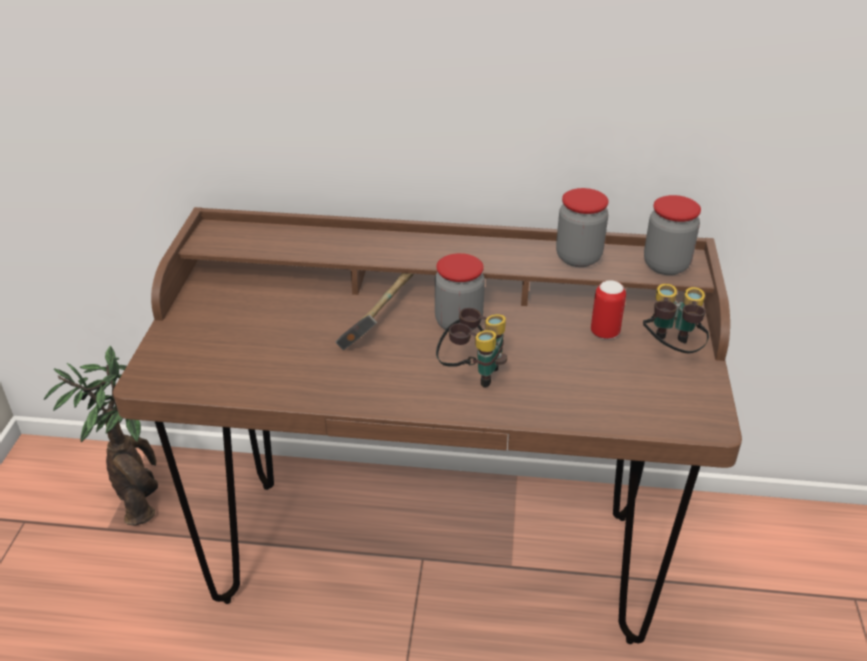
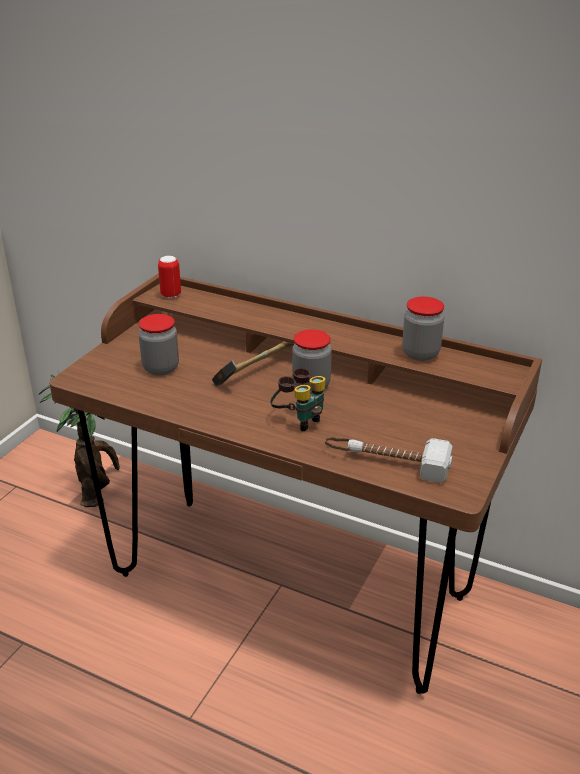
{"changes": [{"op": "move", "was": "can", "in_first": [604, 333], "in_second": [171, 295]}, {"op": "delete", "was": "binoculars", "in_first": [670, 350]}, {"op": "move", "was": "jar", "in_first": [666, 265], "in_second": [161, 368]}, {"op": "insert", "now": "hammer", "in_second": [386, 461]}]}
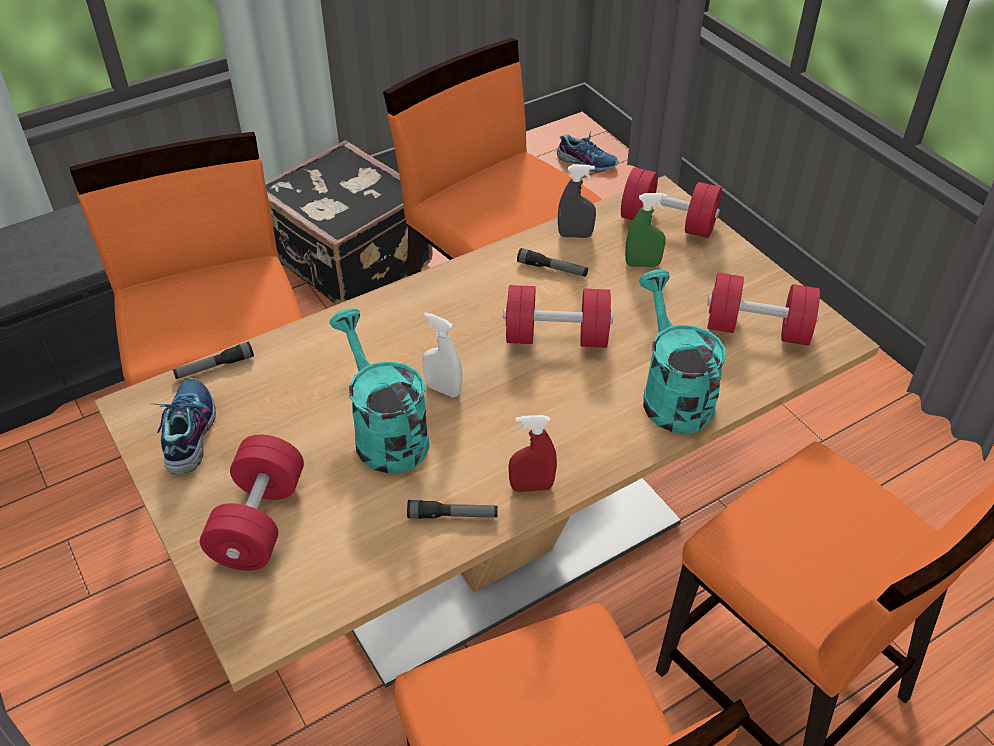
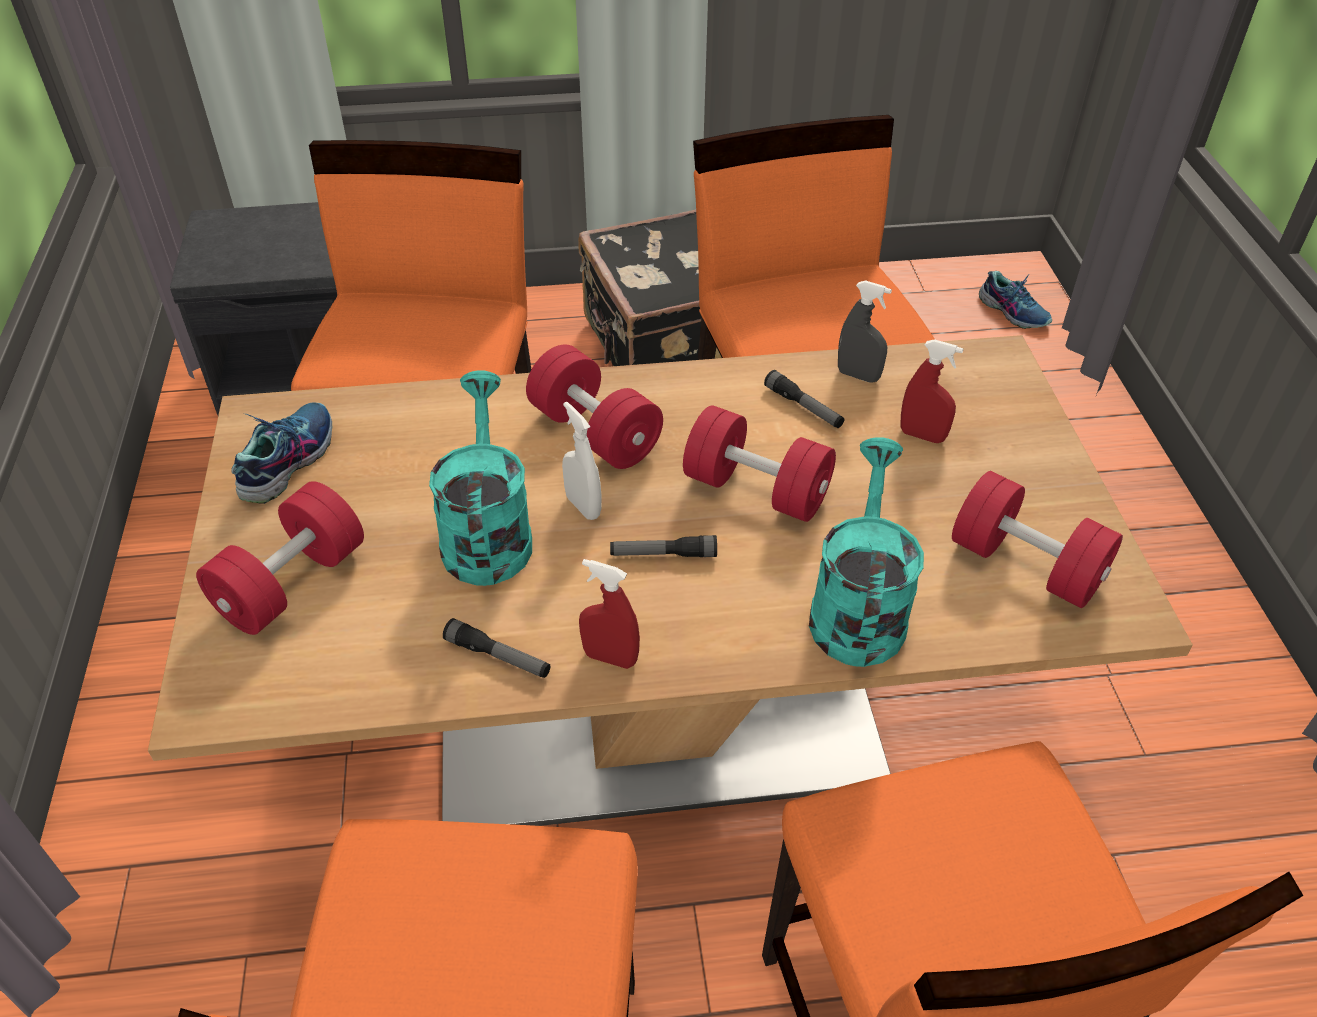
{"changes": [{"op": "move", "was": "flashlight", "in_first": [214, 367], "in_second": [663, 554]}, {"op": "move", "was": "red_dumbbell", "in_first": [668, 223], "in_second": [595, 432]}, {"op": "recolor", "was": "green_spray_bottle", "now": "red_spray_bottle", "in_first": [642, 264], "in_second": [922, 435]}]}
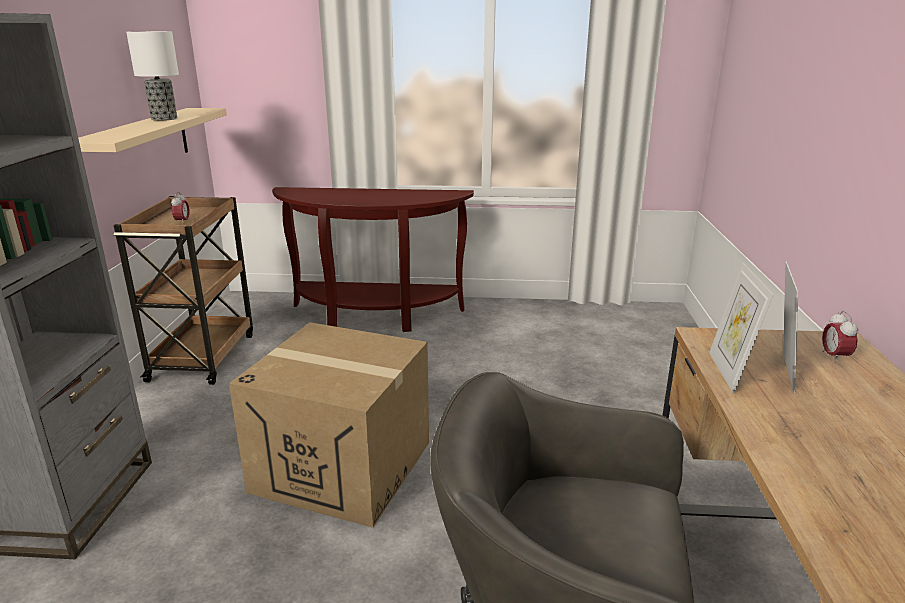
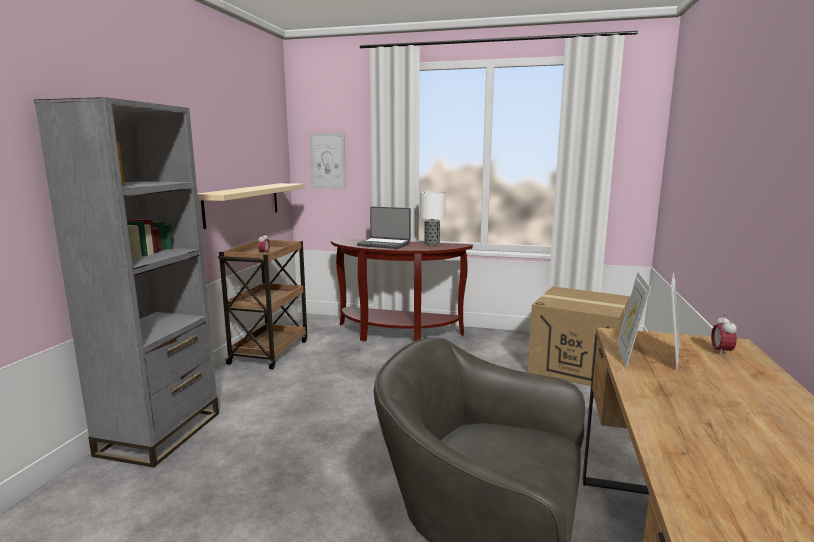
{"changes": [{"op": "move", "was": "table_lamp", "in_first": [164, 119], "in_second": [432, 243]}, {"op": "move", "was": "cardboard_box", "in_first": [343, 466], "in_second": [577, 366]}, {"op": "insert", "now": "picture", "in_second": [327, 161]}, {"op": "insert", "now": "laptop", "in_second": [384, 244]}]}
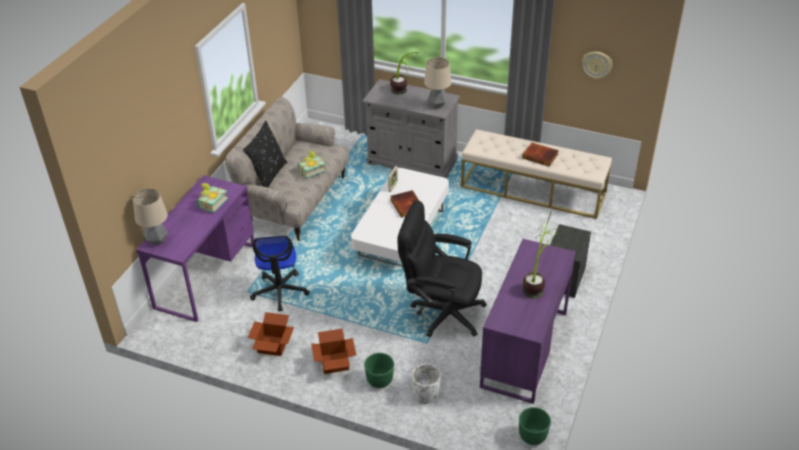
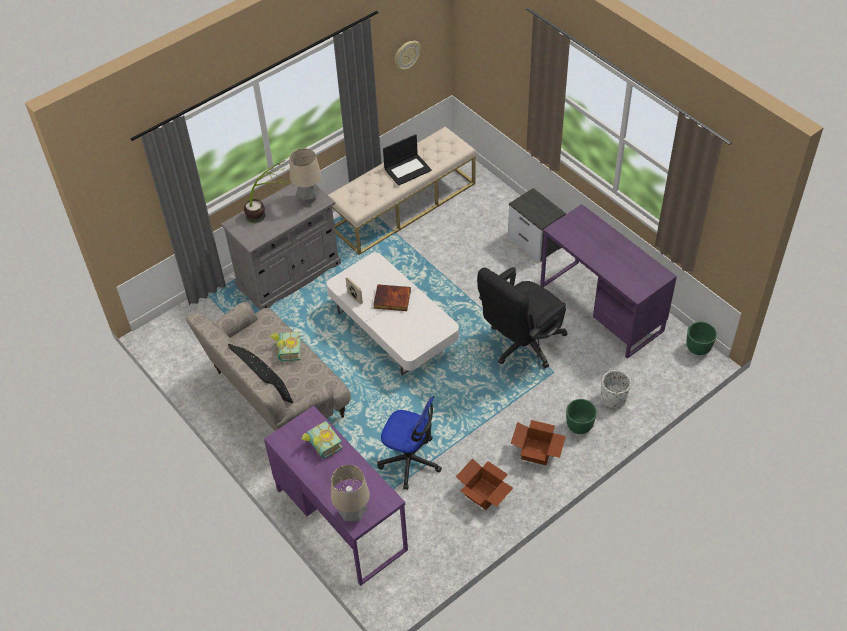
{"changes": [{"op": "replace", "was": "book", "now": "laptop", "in_first": [540, 155], "in_second": [408, 169]}, {"op": "delete", "was": "potted_plant", "in_first": [537, 282]}]}
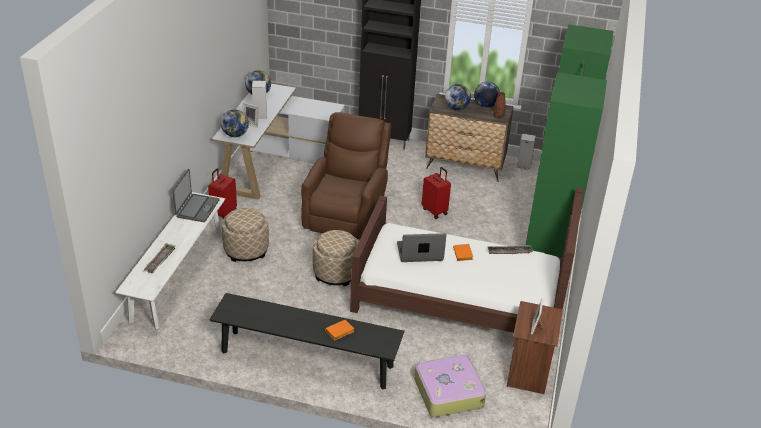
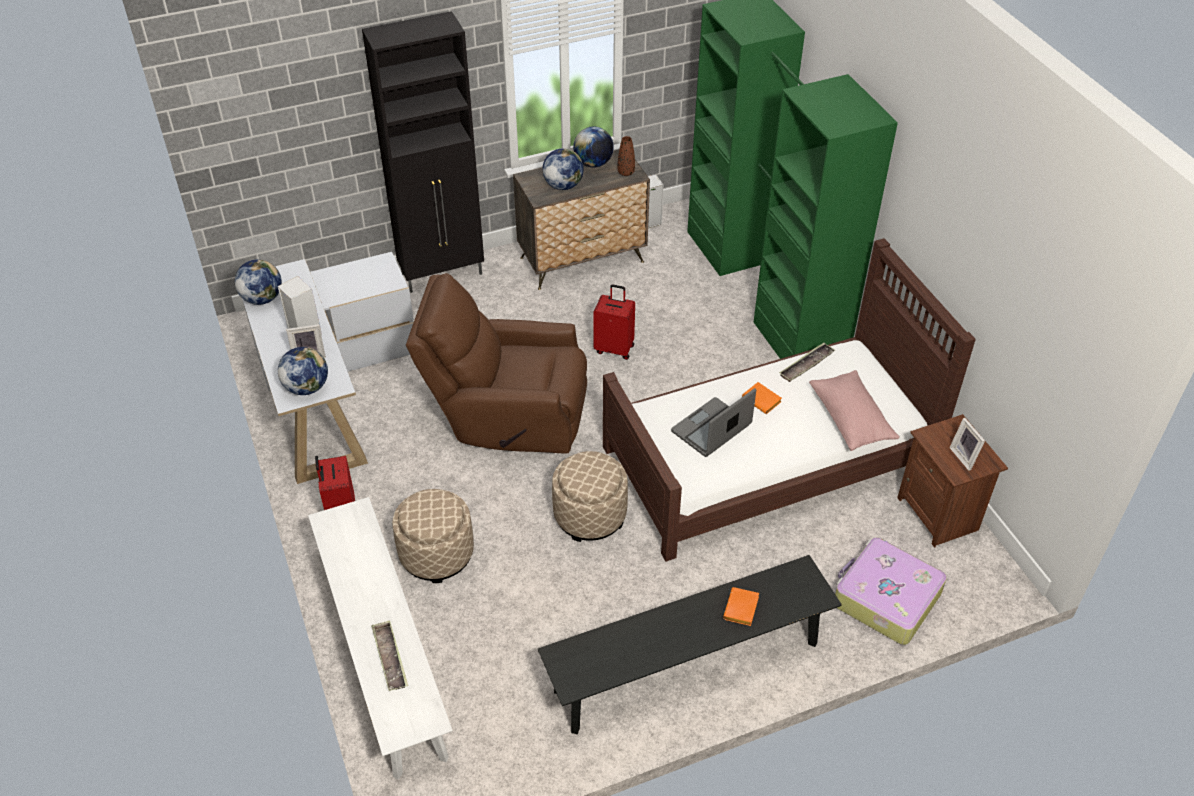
{"changes": [{"op": "delete", "was": "laptop", "in_first": [197, 208]}, {"op": "rotate", "was": "brown_armchair", "in_first": [346, 212], "in_second": [507, 415], "clockwise": -60}, {"op": "insert", "now": "pink_pillow", "in_second": [851, 419]}]}
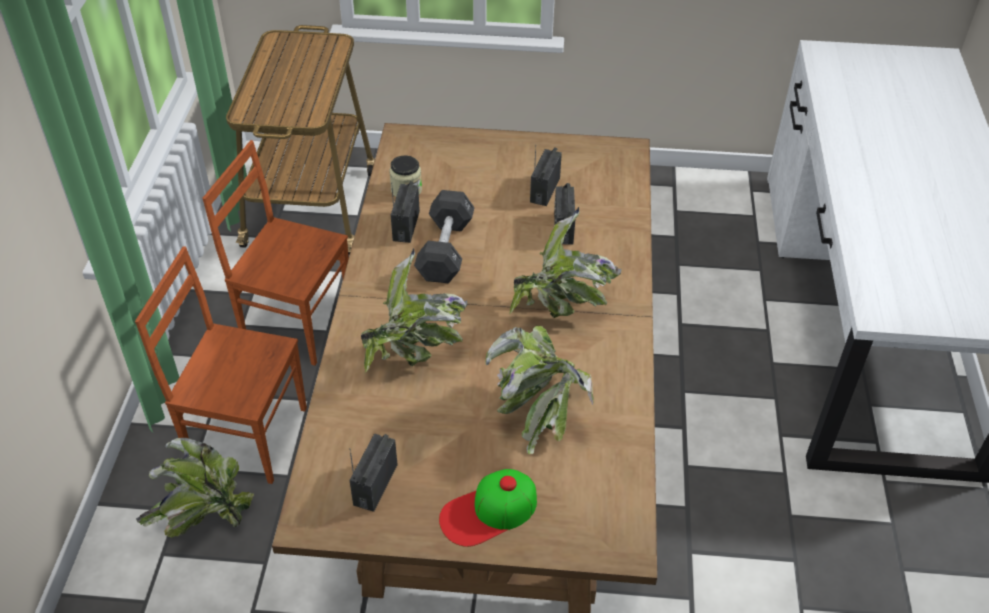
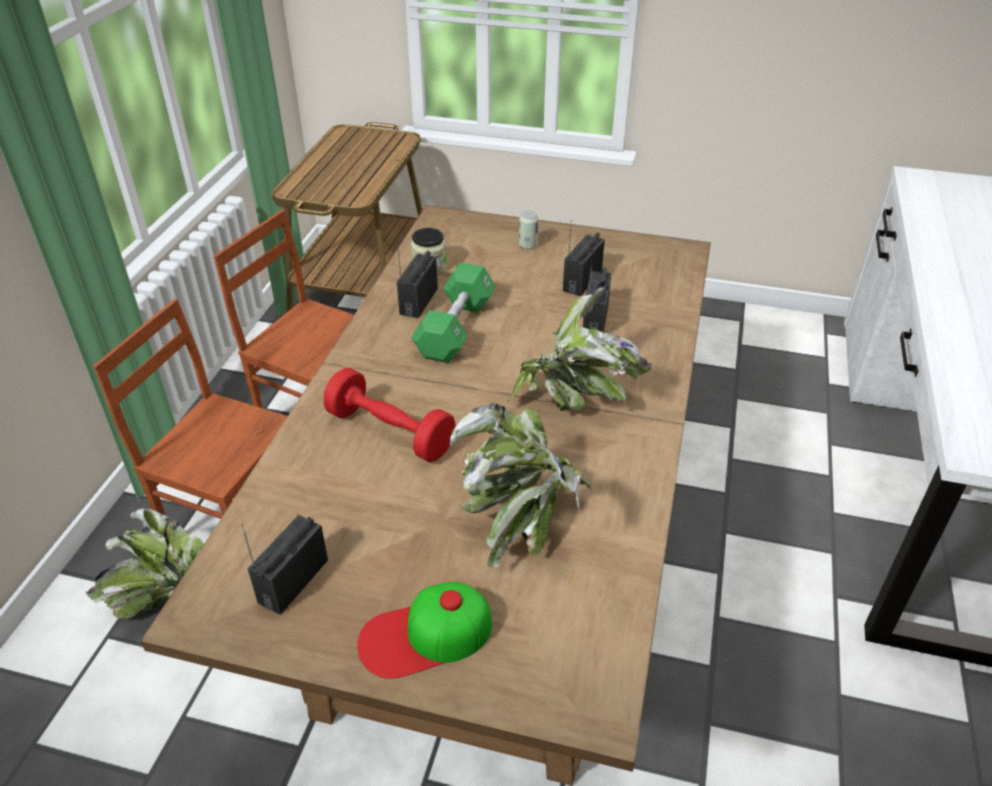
{"changes": [{"op": "replace", "was": "potted_plant", "now": "red_dumbbell", "in_first": [416, 352], "in_second": [390, 432]}, {"op": "recolor", "was": "black_dumbbell", "now": "green_dumbbell", "in_first": [445, 250], "in_second": [455, 329]}, {"op": "insert", "now": "can", "in_second": [528, 245]}]}
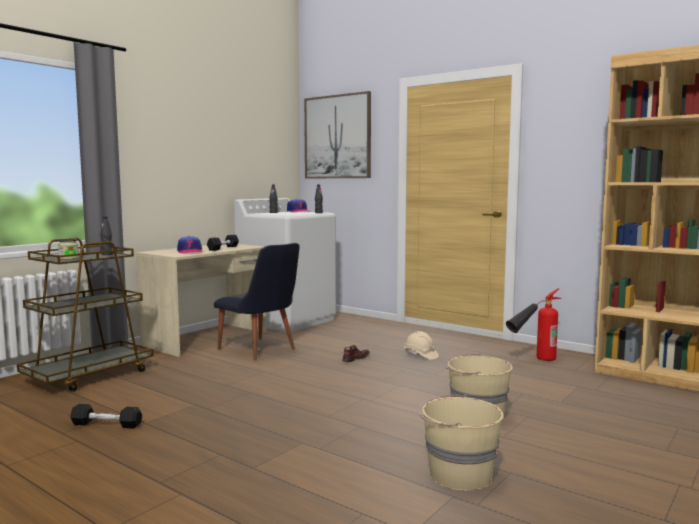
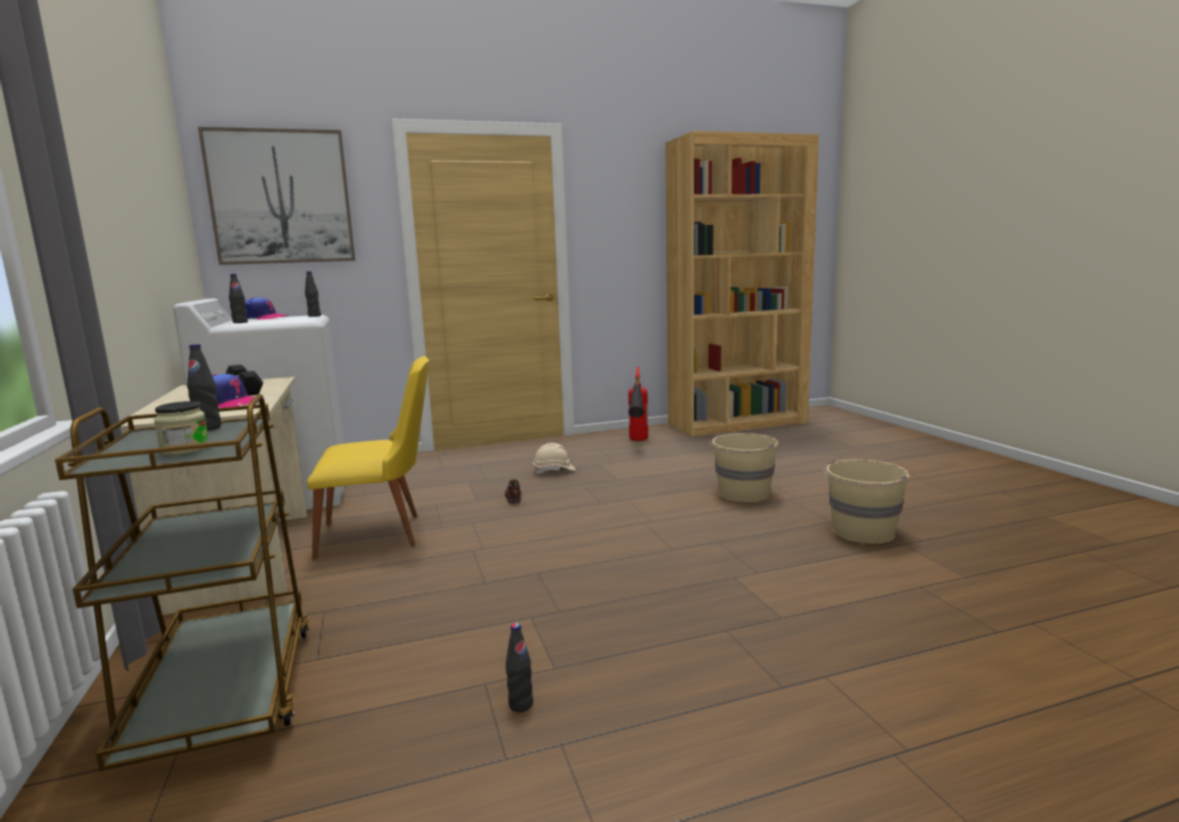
{"changes": [{"op": "replace", "was": "black_dumbbell", "now": "black_bottle", "in_first": [106, 424], "in_second": [521, 704]}, {"op": "recolor", "was": "black_chair", "now": "yellow_chair", "in_first": [261, 350], "in_second": [381, 535]}]}
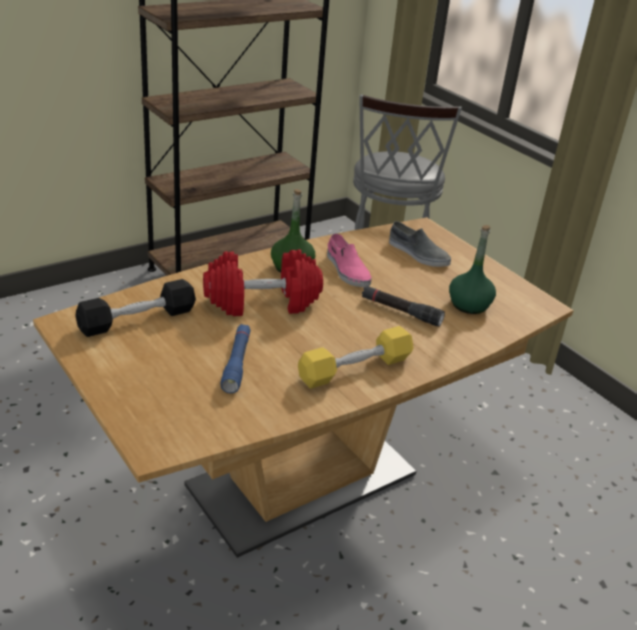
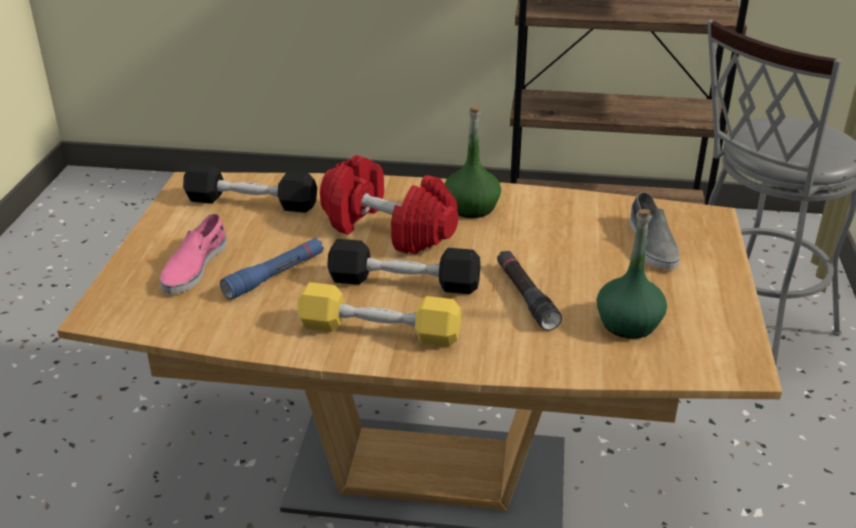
{"changes": [{"op": "move", "was": "pink_shoe", "in_first": [347, 270], "in_second": [194, 266]}, {"op": "insert", "now": "black_dumbbell", "in_second": [404, 282]}]}
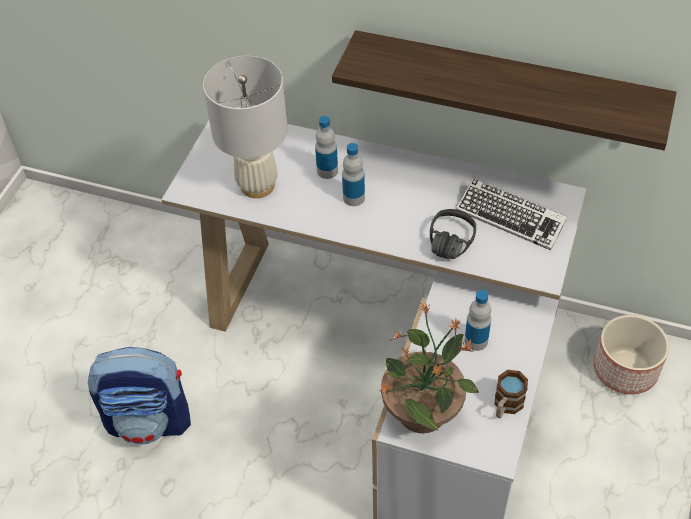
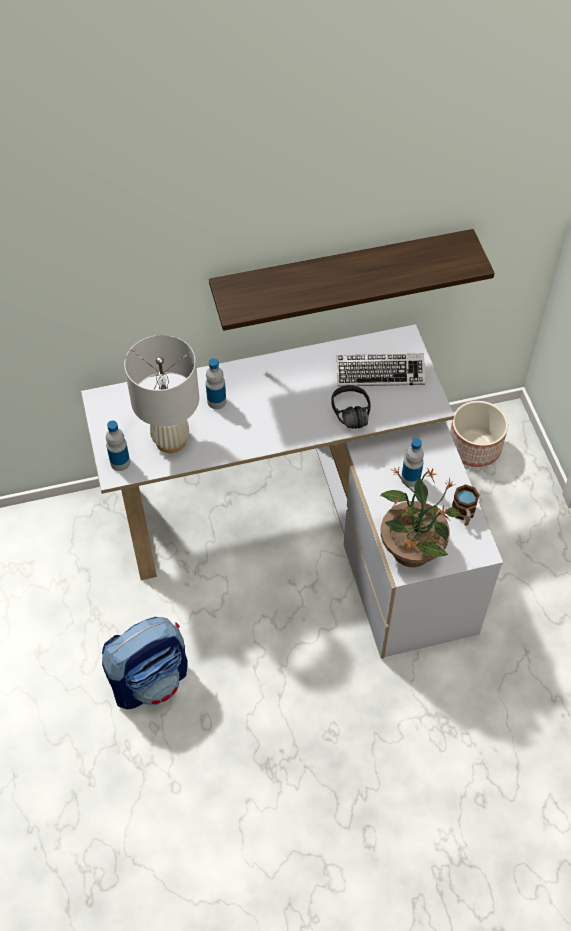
{"changes": [{"op": "move", "was": "bottle", "in_first": [354, 198], "in_second": [120, 462]}]}
